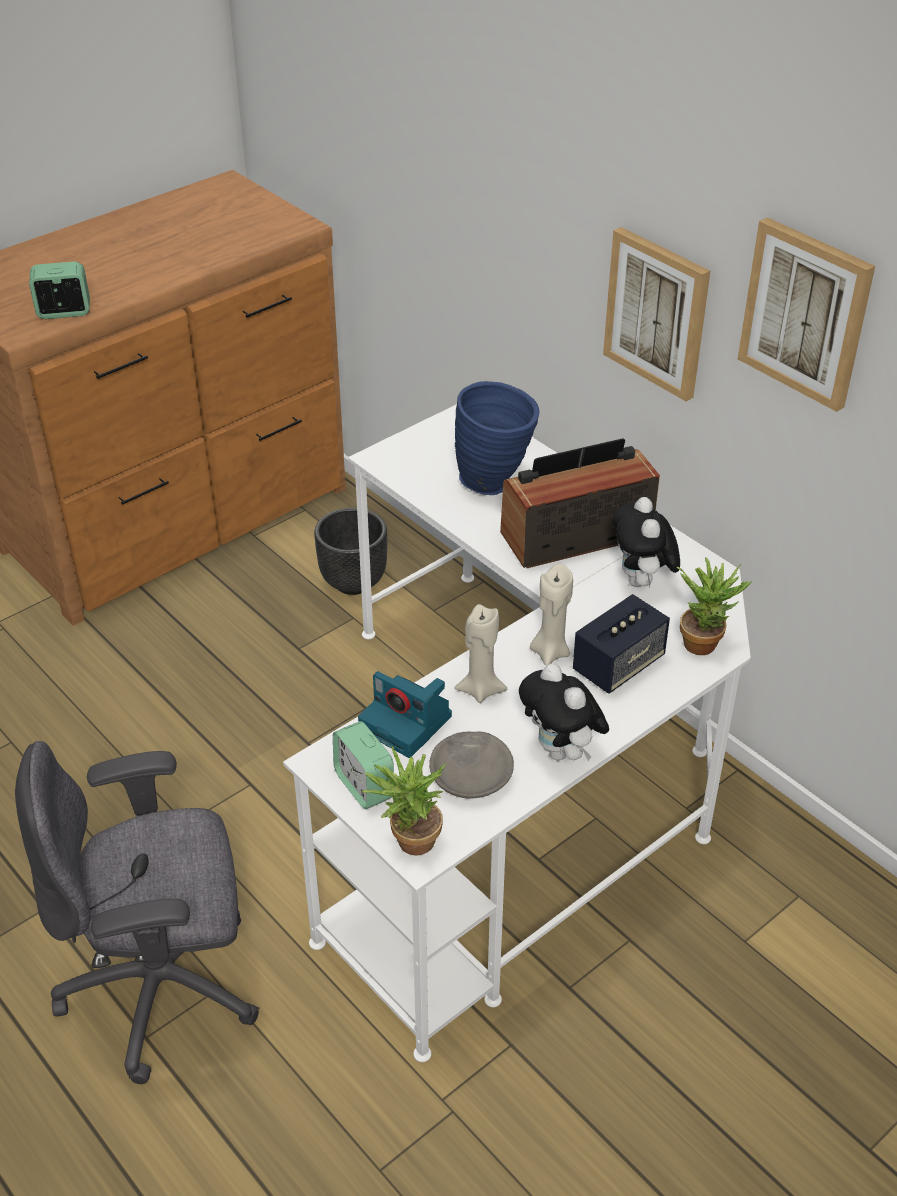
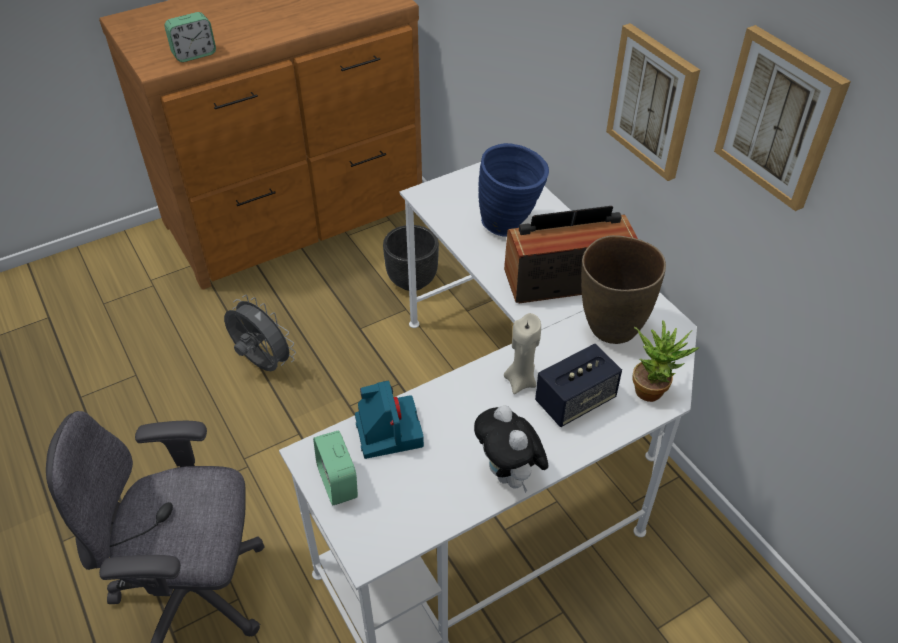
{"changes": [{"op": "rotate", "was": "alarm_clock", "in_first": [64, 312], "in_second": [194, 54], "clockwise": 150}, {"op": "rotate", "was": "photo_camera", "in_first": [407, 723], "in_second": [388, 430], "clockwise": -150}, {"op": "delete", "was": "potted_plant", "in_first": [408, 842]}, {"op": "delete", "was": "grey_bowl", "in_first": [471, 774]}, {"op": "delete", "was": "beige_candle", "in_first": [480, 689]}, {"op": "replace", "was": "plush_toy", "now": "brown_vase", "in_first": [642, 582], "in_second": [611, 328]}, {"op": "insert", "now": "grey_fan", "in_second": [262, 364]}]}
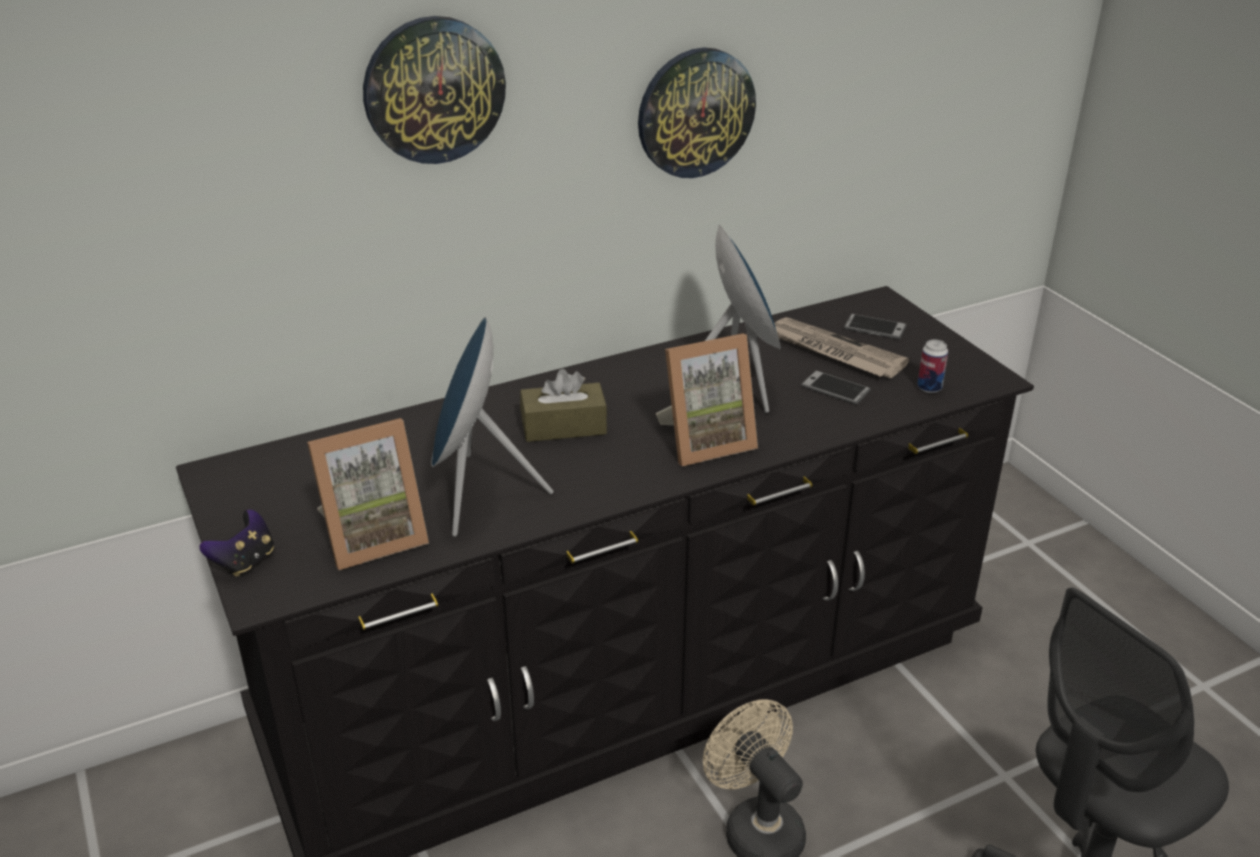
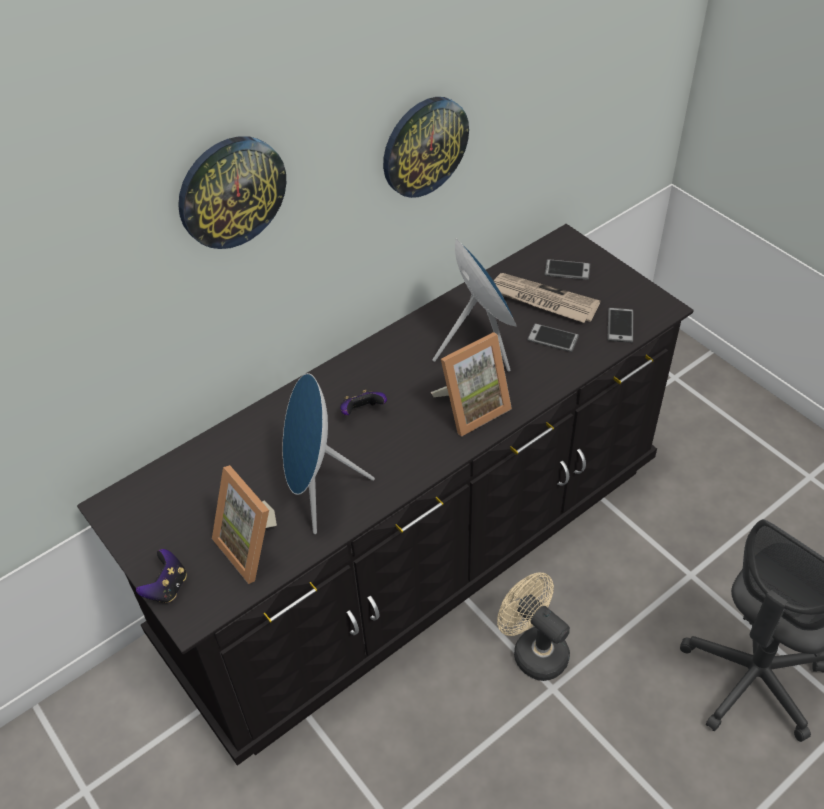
{"changes": [{"op": "rotate", "was": "picture_frame", "in_first": [372, 537], "in_second": [254, 546], "clockwise": 90}, {"op": "replace", "was": "brown_tissue_box", "now": "game_controller", "in_first": [563, 426], "in_second": [362, 412]}, {"op": "replace", "was": "can", "now": "phone", "in_first": [929, 388], "in_second": [620, 326]}]}
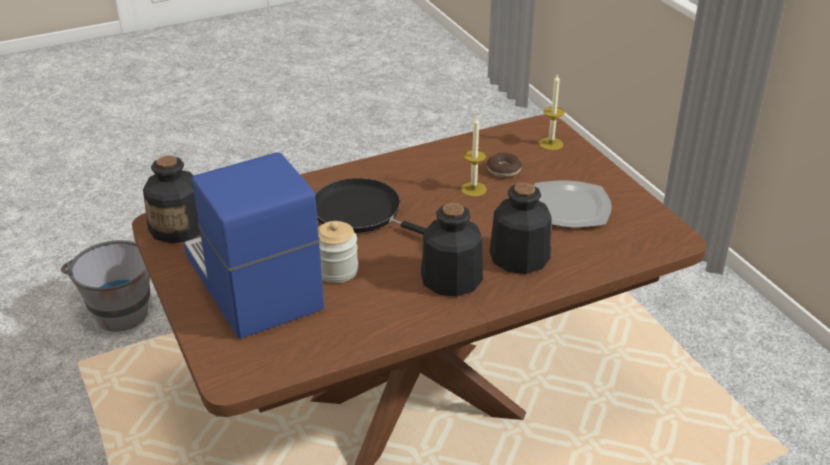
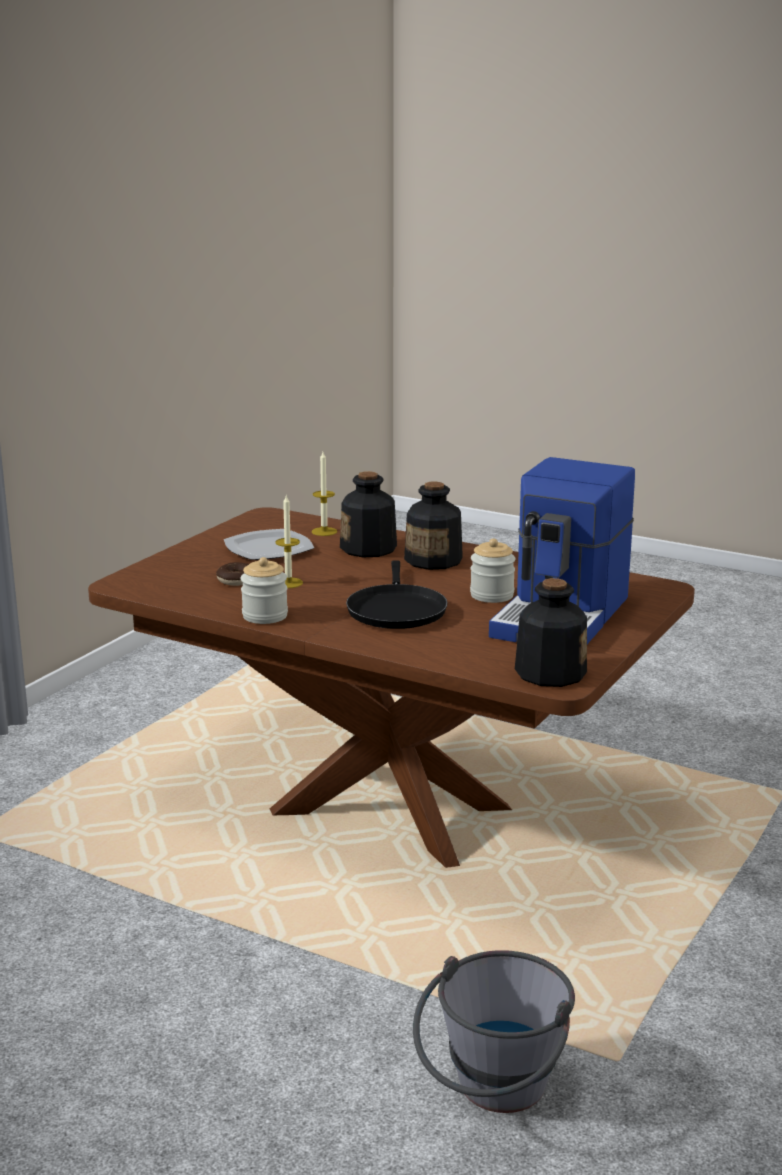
{"changes": [{"op": "move", "was": "candle", "in_first": [551, 144], "in_second": [324, 531]}, {"op": "insert", "now": "jar", "in_second": [265, 616]}]}
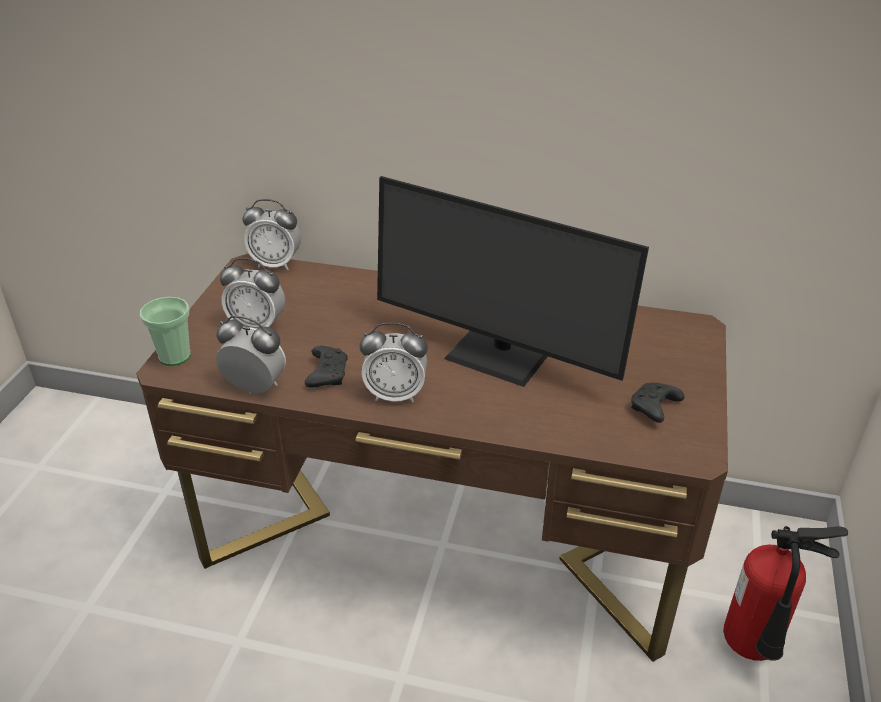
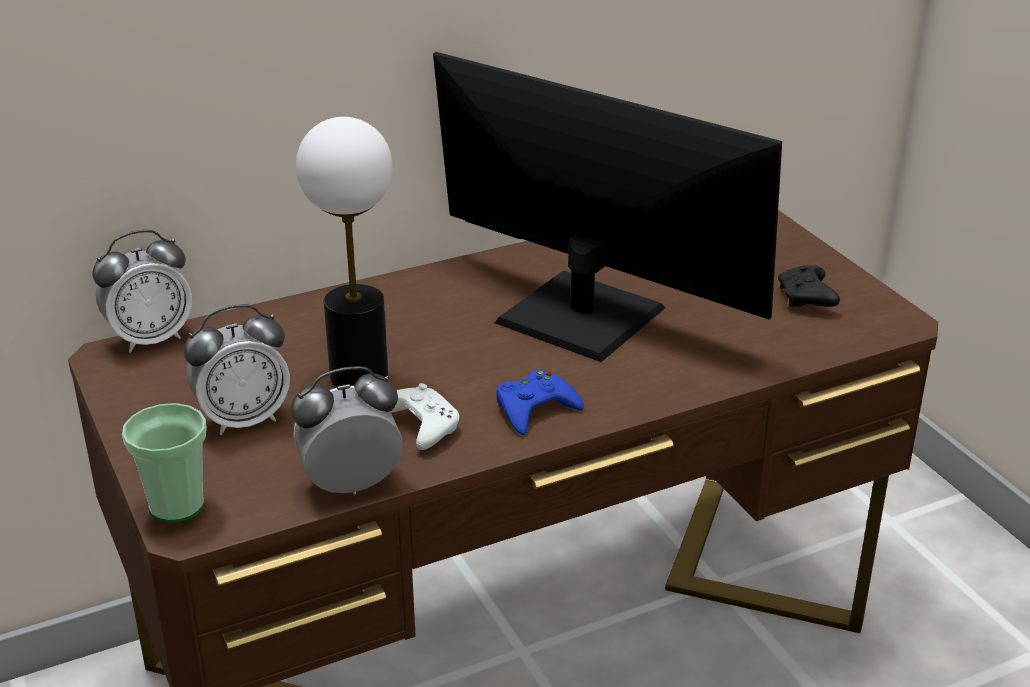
{"changes": [{"op": "recolor", "was": "black_game_controller", "now": "white_game_controller", "in_first": [327, 373], "in_second": [420, 427]}, {"op": "replace", "was": "alarm_clock", "now": "blue_game_controller", "in_first": [395, 394], "in_second": [535, 409]}, {"op": "rotate", "was": "monitor", "in_first": [501, 351], "in_second": [583, 313], "clockwise": -135}, {"op": "delete", "was": "fire_extinguisher", "in_first": [754, 650]}, {"op": "insert", "now": "table_lamp", "in_second": [358, 376]}]}
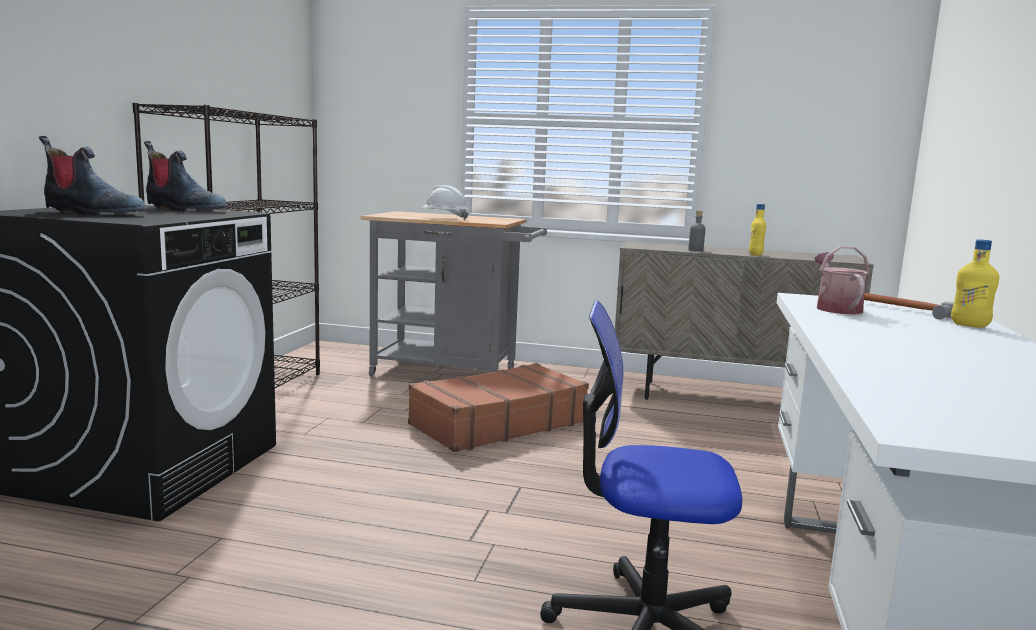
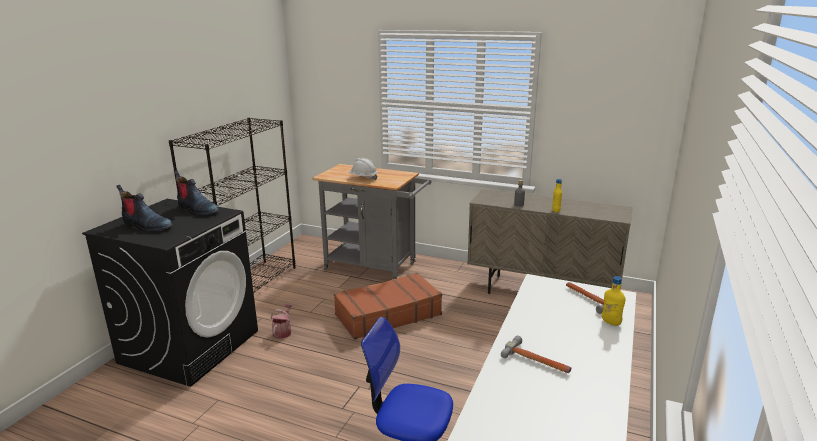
{"changes": [{"op": "move", "was": "watering_can", "in_first": [836, 308], "in_second": [283, 331]}, {"op": "insert", "now": "hammer", "in_second": [537, 361]}]}
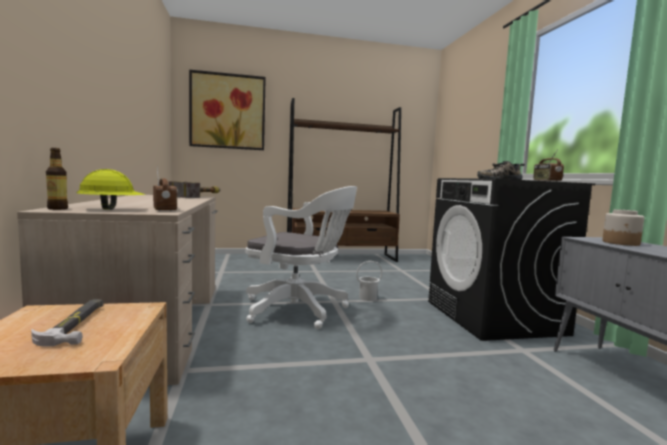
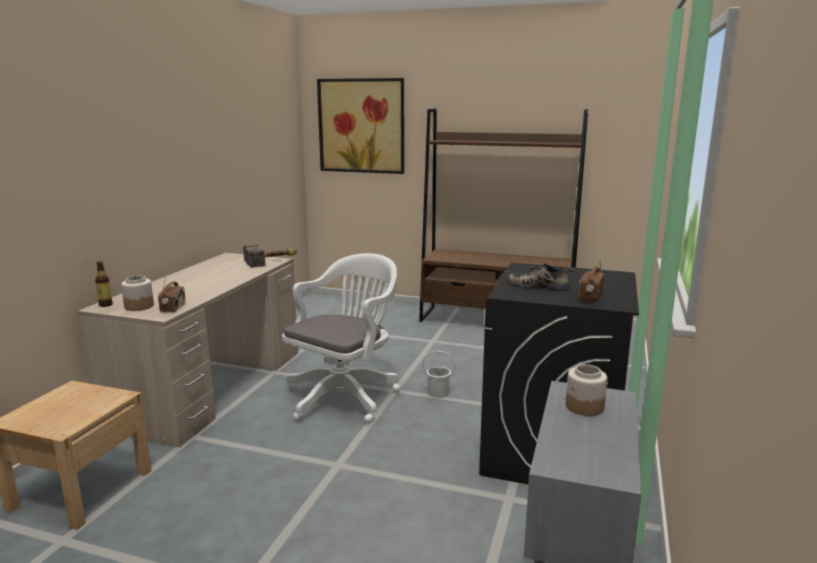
{"changes": [{"op": "delete", "was": "hammer", "in_first": [77, 324]}, {"op": "replace", "was": "yellow_hard_hat", "now": "jar", "in_first": [113, 209], "in_second": [139, 306]}, {"op": "rotate", "was": "white_office_chair", "in_first": [300, 310], "in_second": [345, 395], "clockwise": -105}]}
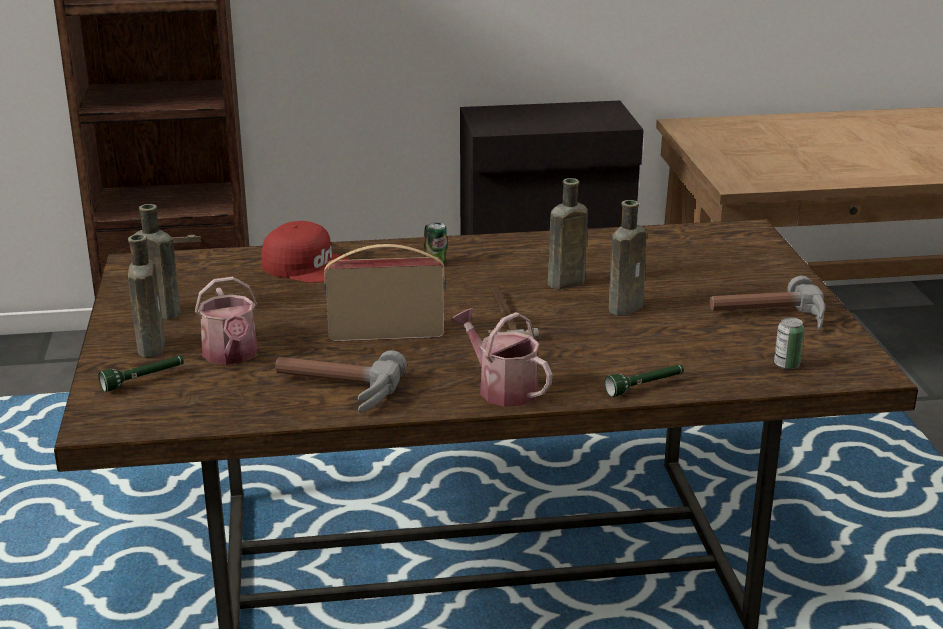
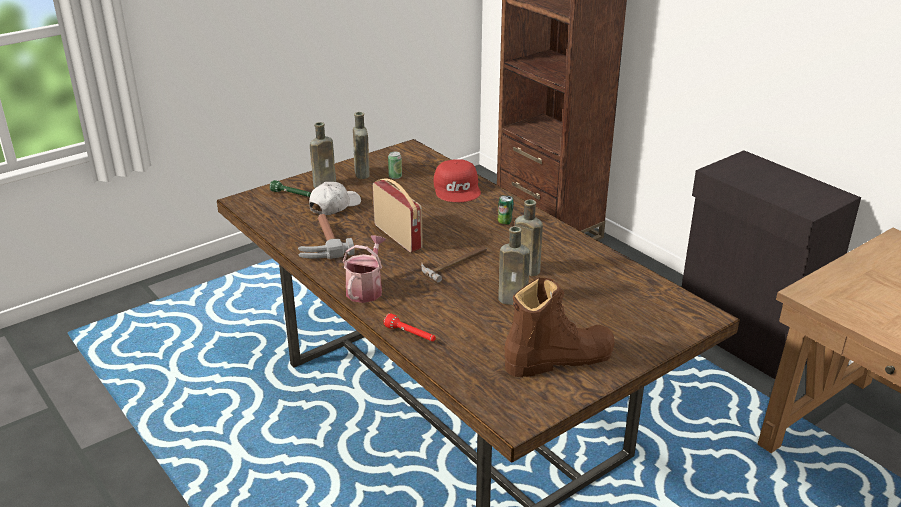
{"changes": [{"op": "replace", "was": "watering_can", "now": "white_cap", "in_first": [231, 356], "in_second": [334, 206]}, {"op": "recolor", "was": "green_flashlight", "now": "red_flashlight", "in_first": [645, 386], "in_second": [410, 335]}, {"op": "replace", "was": "hammer", "now": "brown_boot", "in_first": [769, 318], "in_second": [558, 359]}, {"op": "move", "was": "can", "in_first": [786, 365], "in_second": [395, 177]}]}
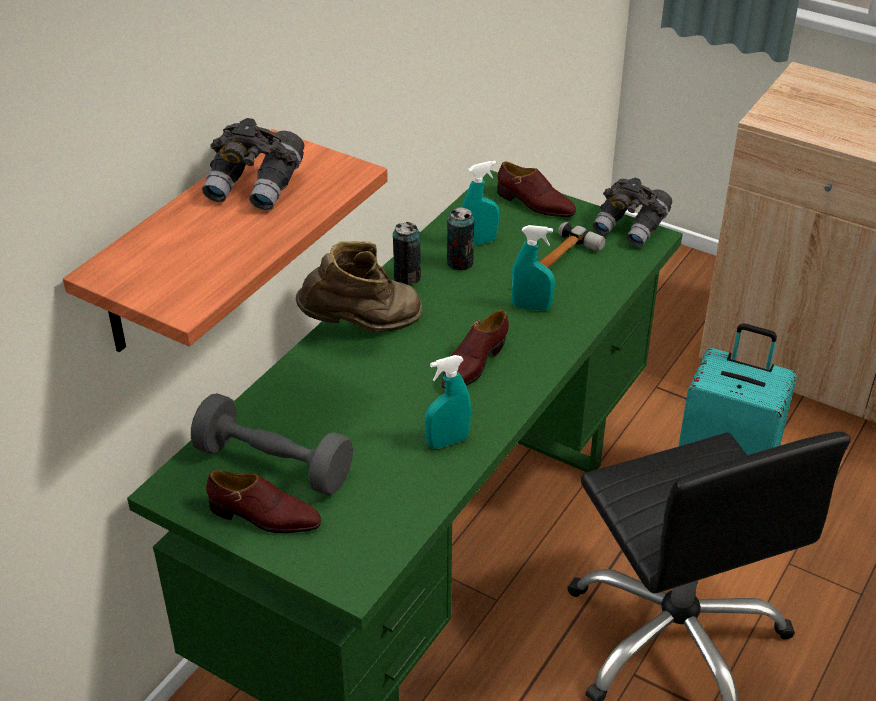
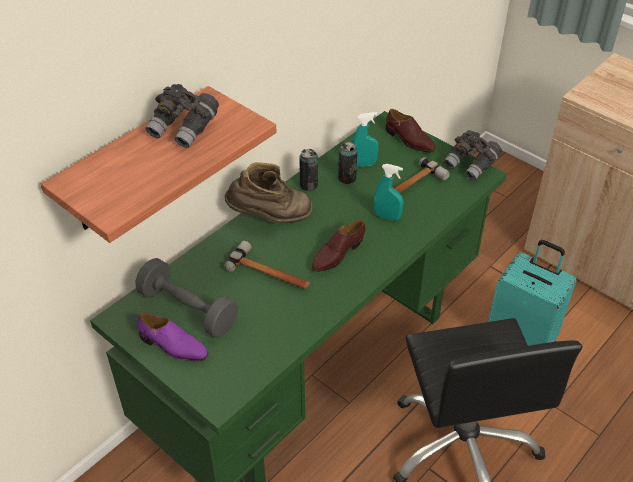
{"changes": [{"op": "recolor", "was": "brown_shoe", "now": "purple_shoe", "in_first": [264, 517], "in_second": [173, 346]}, {"op": "delete", "was": "turquoise_spray_bottle", "in_first": [447, 441]}, {"op": "insert", "now": "hammer", "in_second": [270, 273]}]}
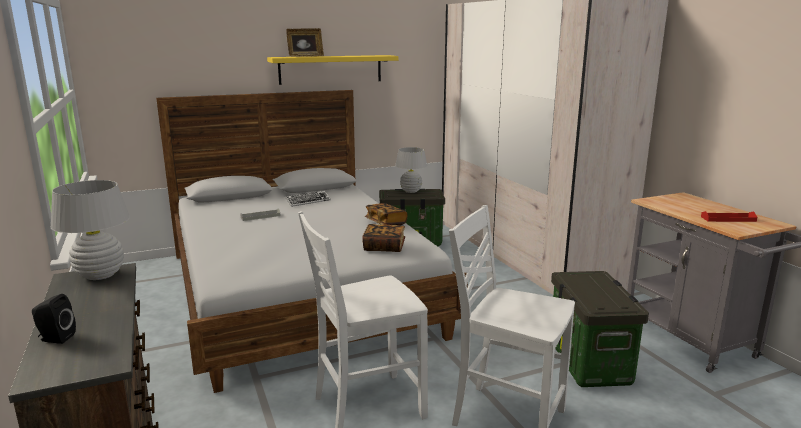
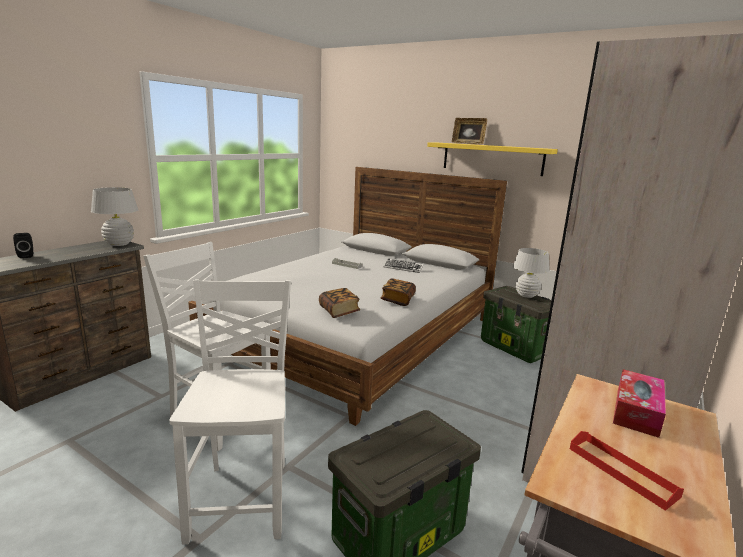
{"changes": [{"op": "insert", "now": "tissue_box", "in_second": [636, 411]}]}
